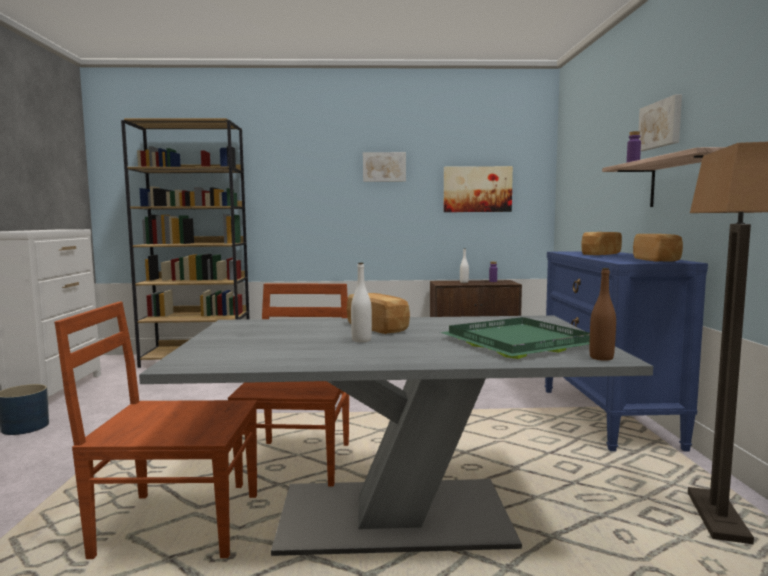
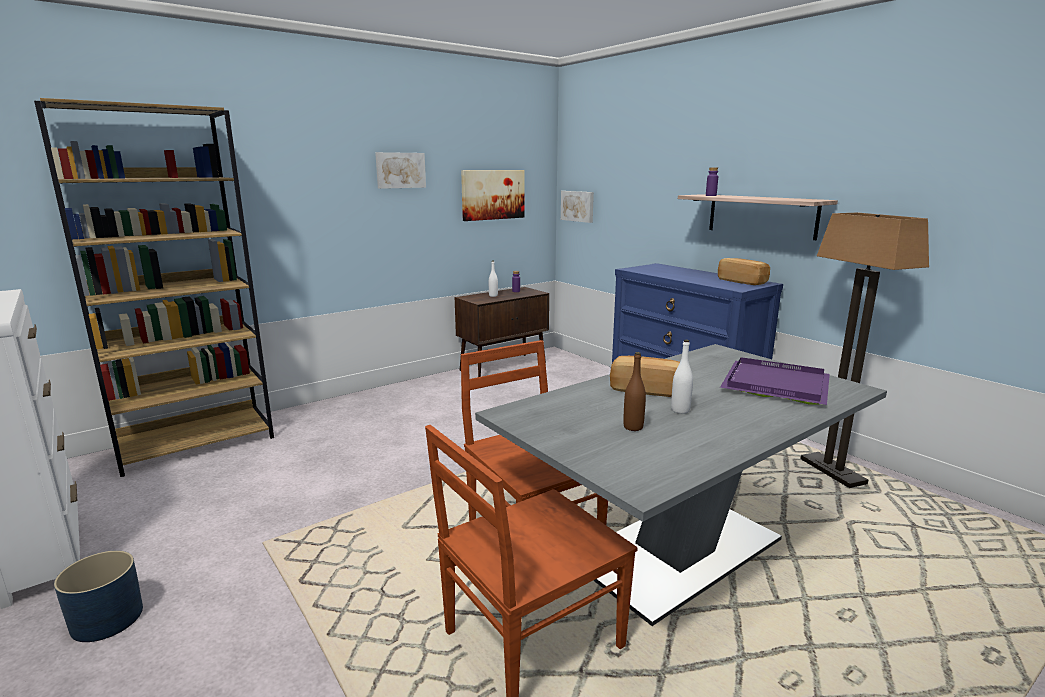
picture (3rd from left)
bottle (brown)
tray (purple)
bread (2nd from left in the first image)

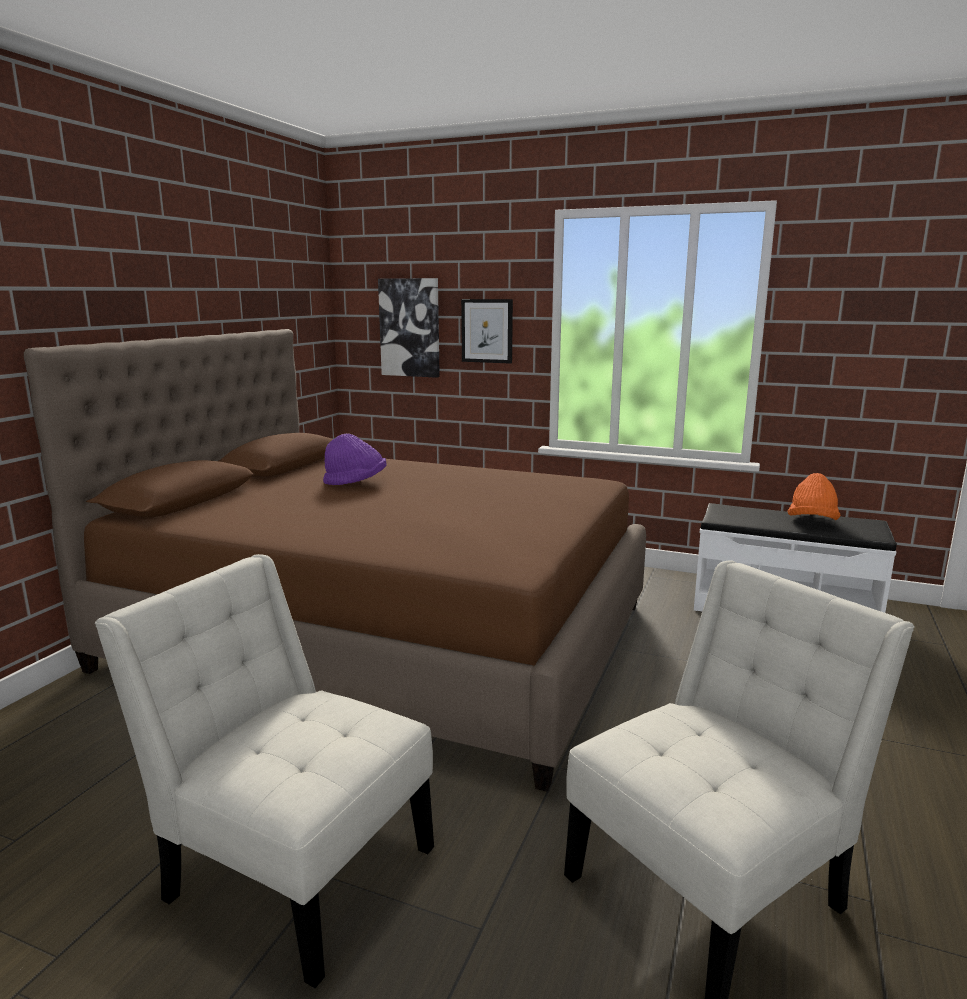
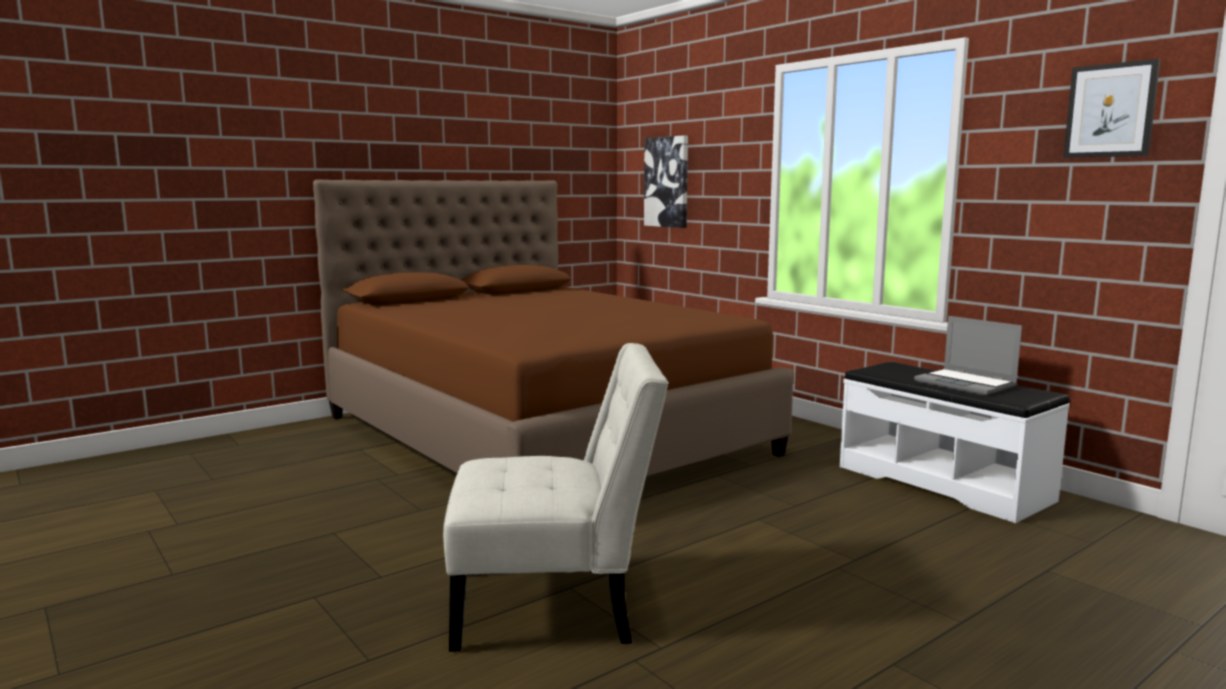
laptop
picture (2nd from left)
chair (white) (1st from left in the first image)
hat (purple)

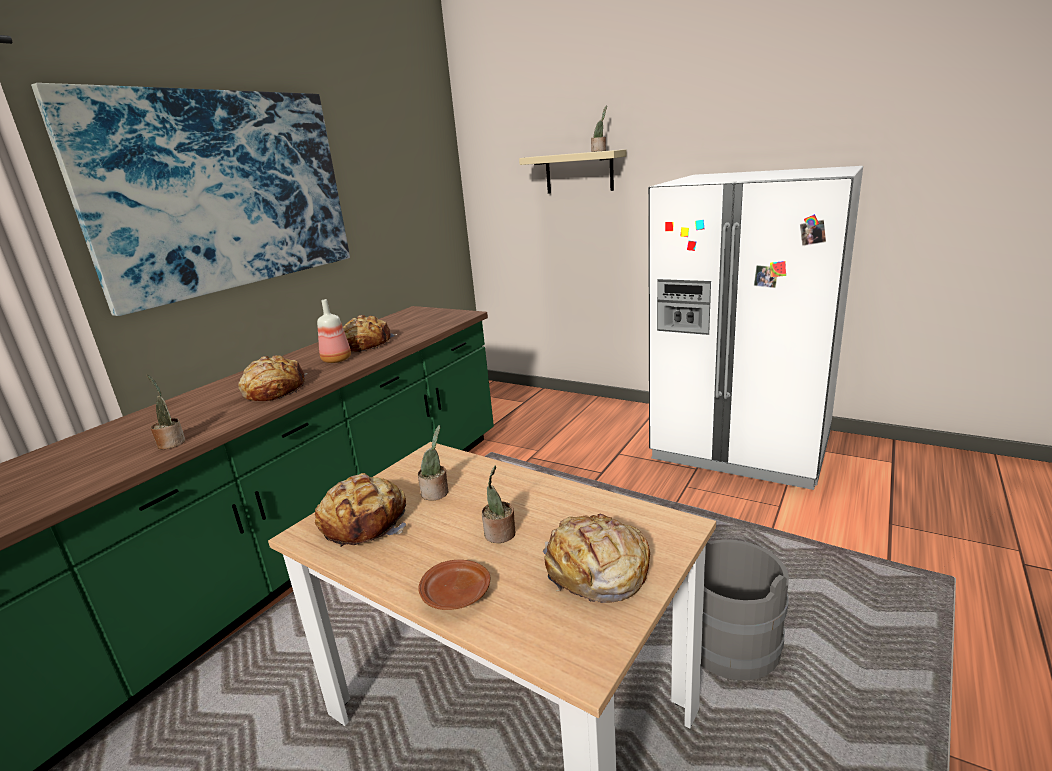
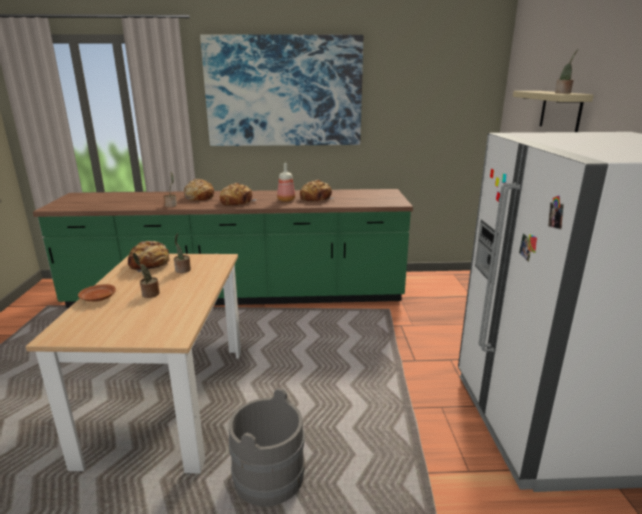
bread (2nd from left)

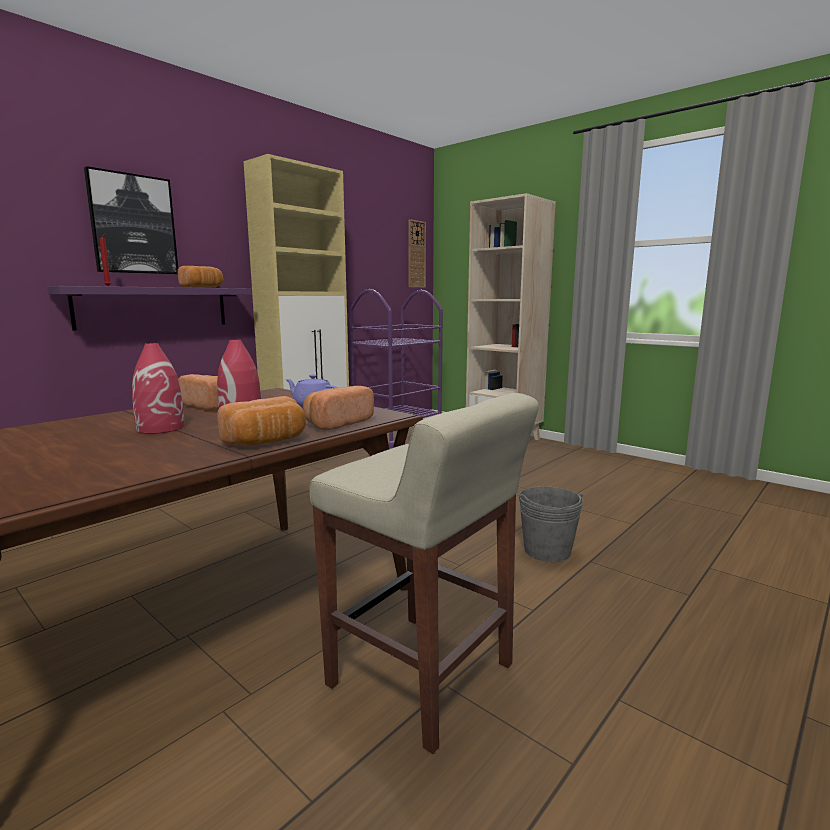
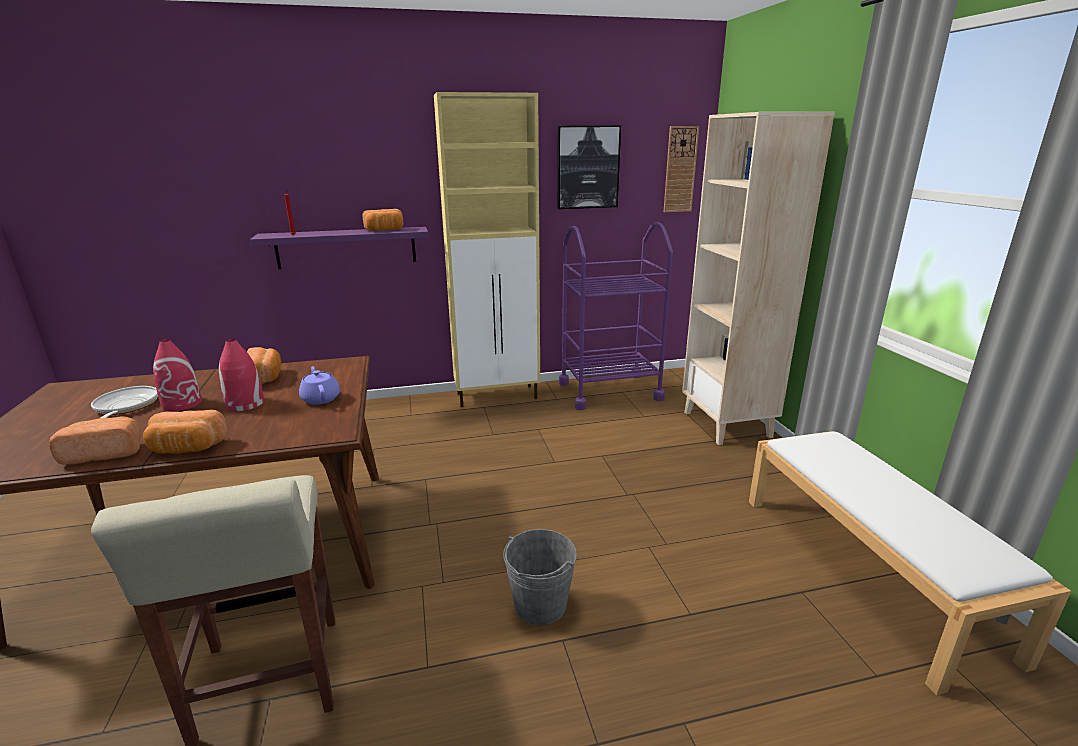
bread (1st from left)
frying pan
picture
bench (white)

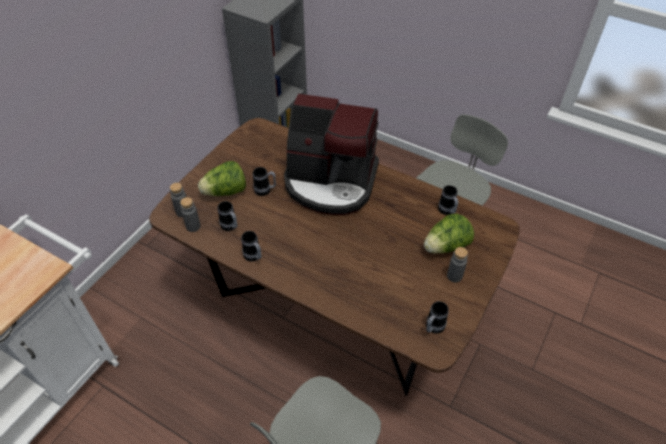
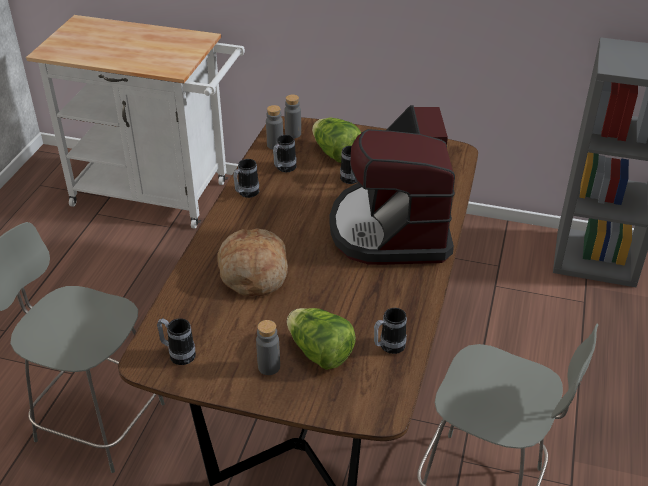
bread

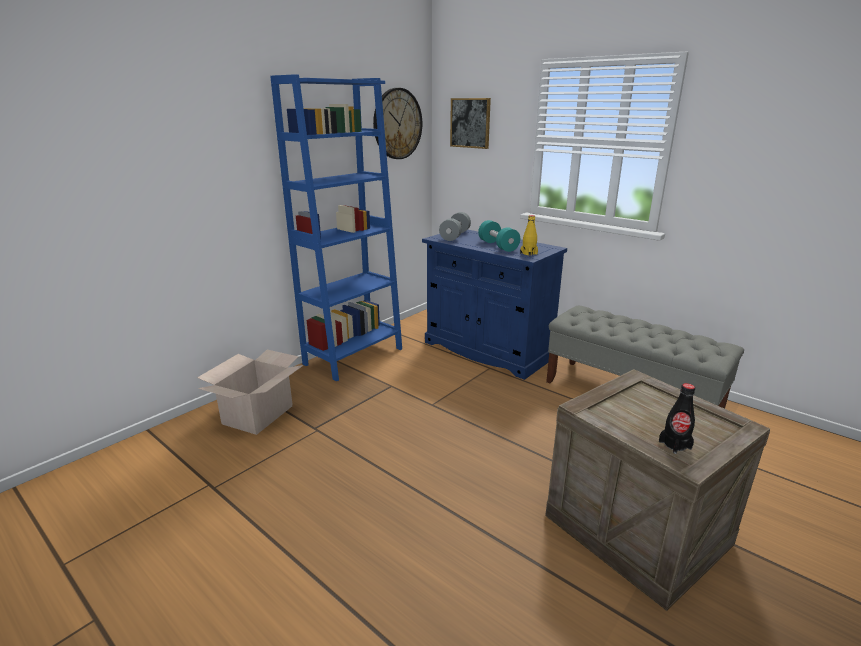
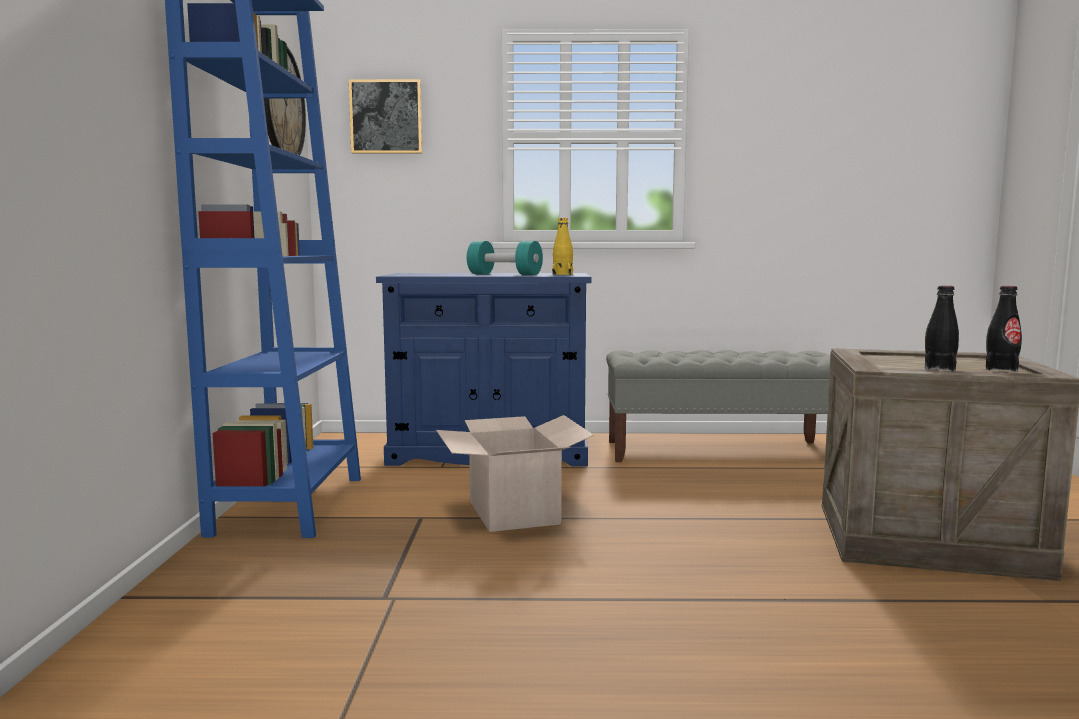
cardboard box
bottle (black) (1st from left)
dumbbell (grey)

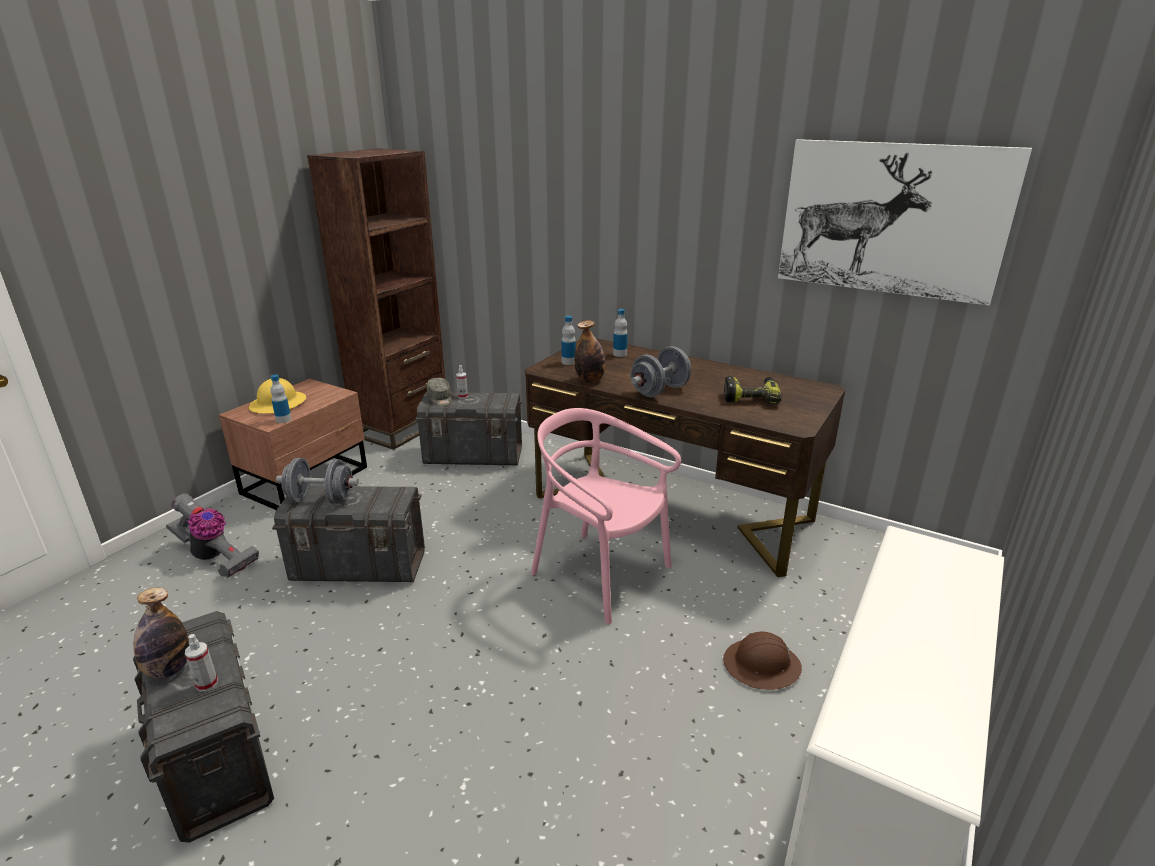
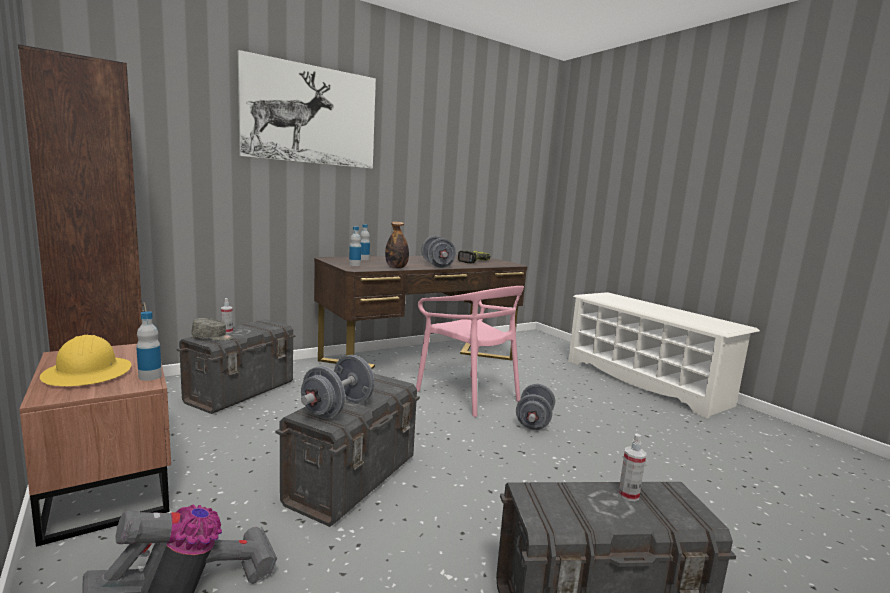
picture
chair (pink)
dumbbell (grey) (3rd from left)
bottle (1st from left in the first image)
hard hat (brown)

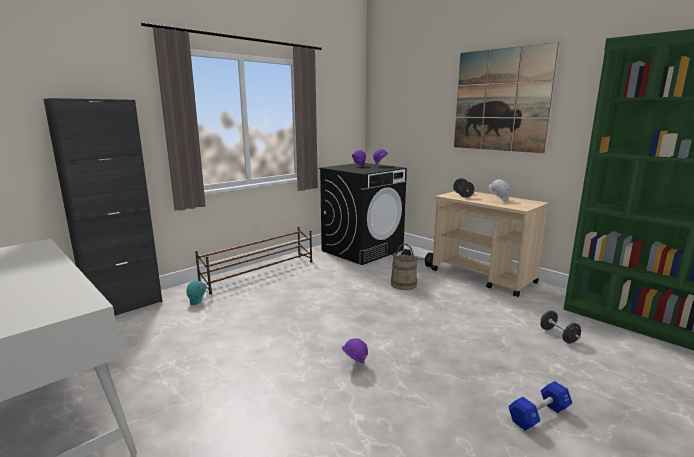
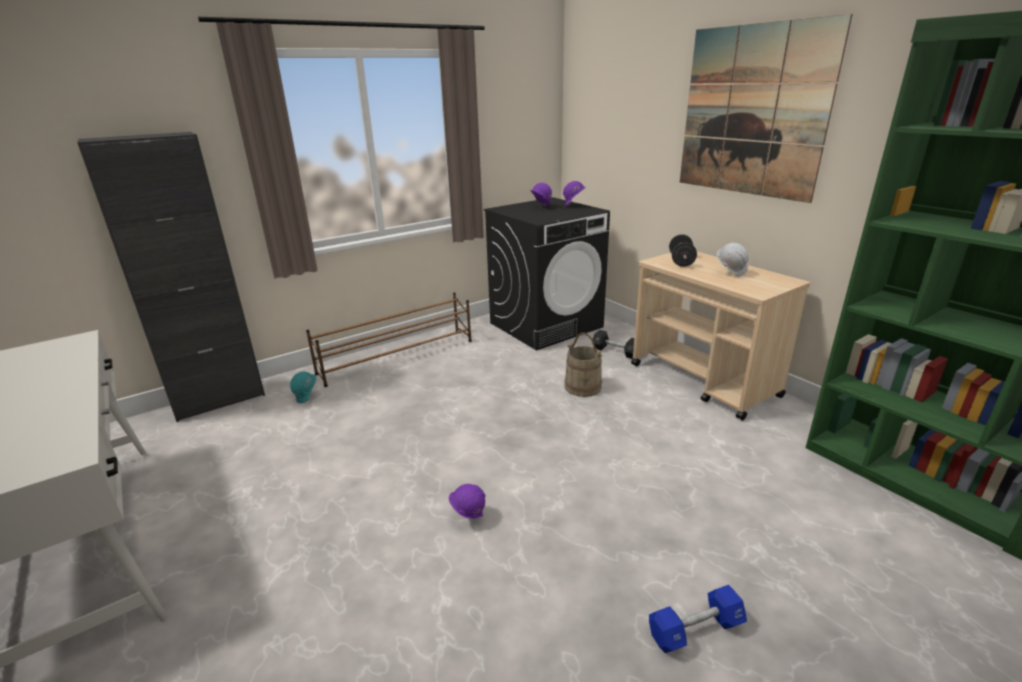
dumbbell (black) (3rd from left in the first image)

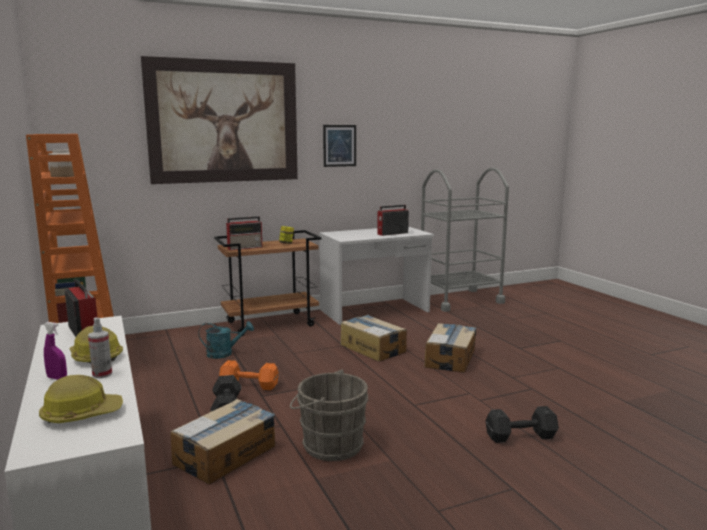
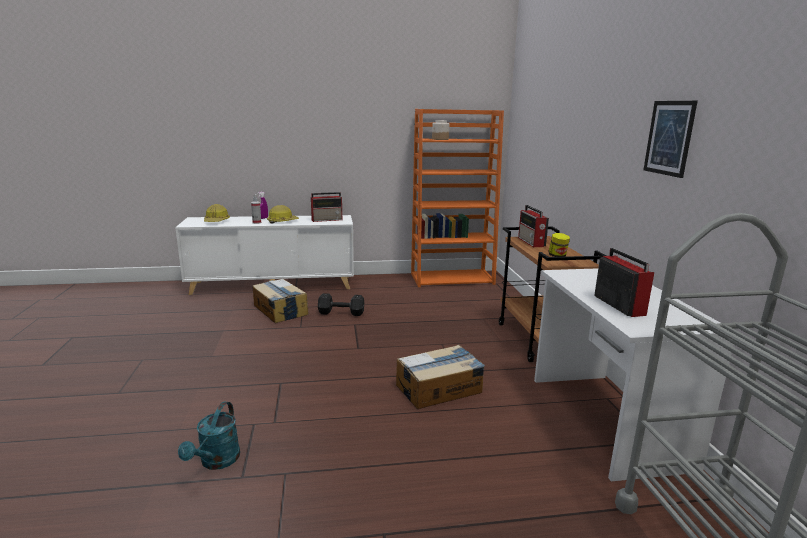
watering can (turquoise)
picture (1st from left in the first image)
dumbbell (orange)
bucket (grey)
cardboard box (3rd from left in the first image)
dumbbell (black) (2nd from left in the first image)

